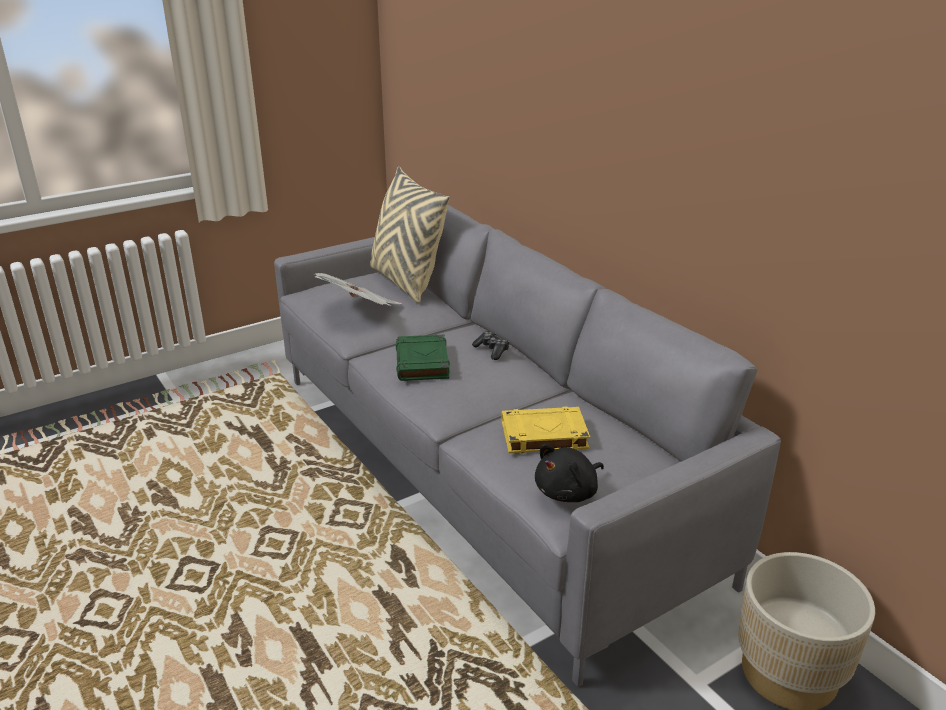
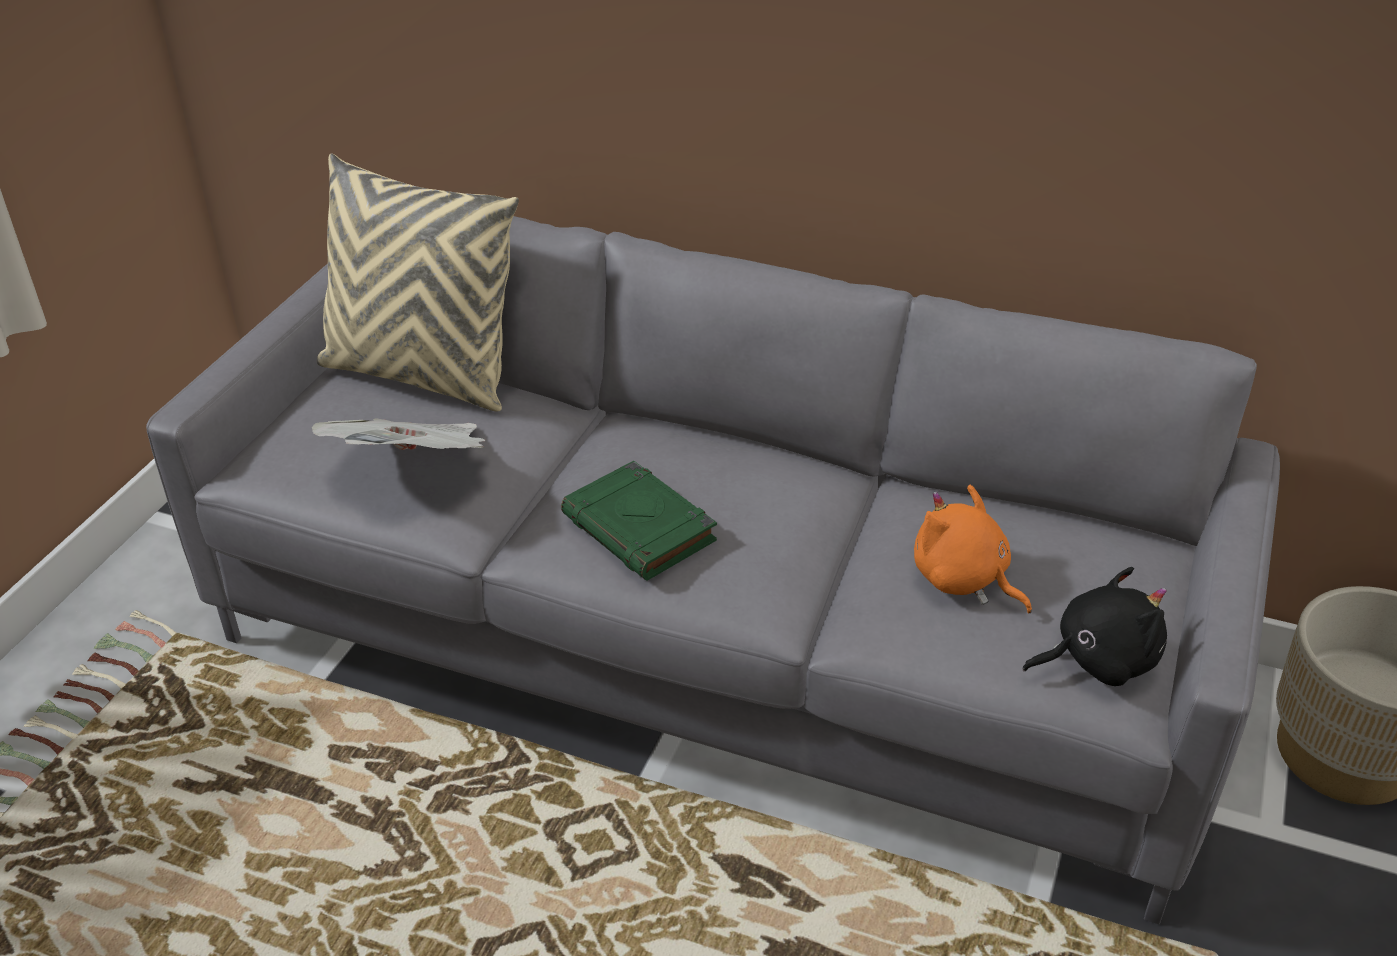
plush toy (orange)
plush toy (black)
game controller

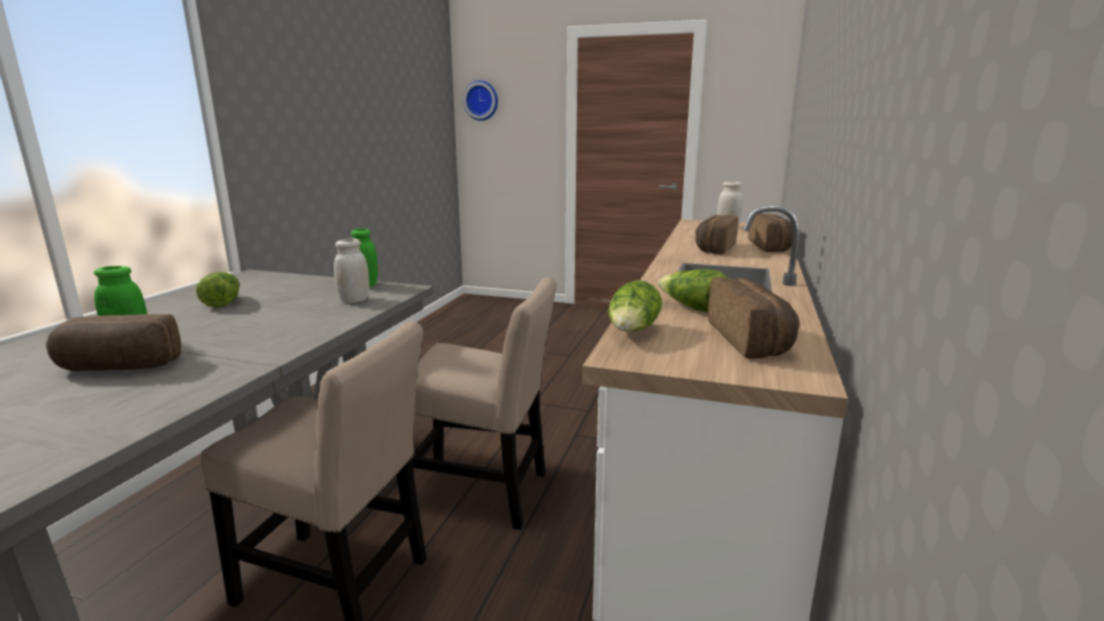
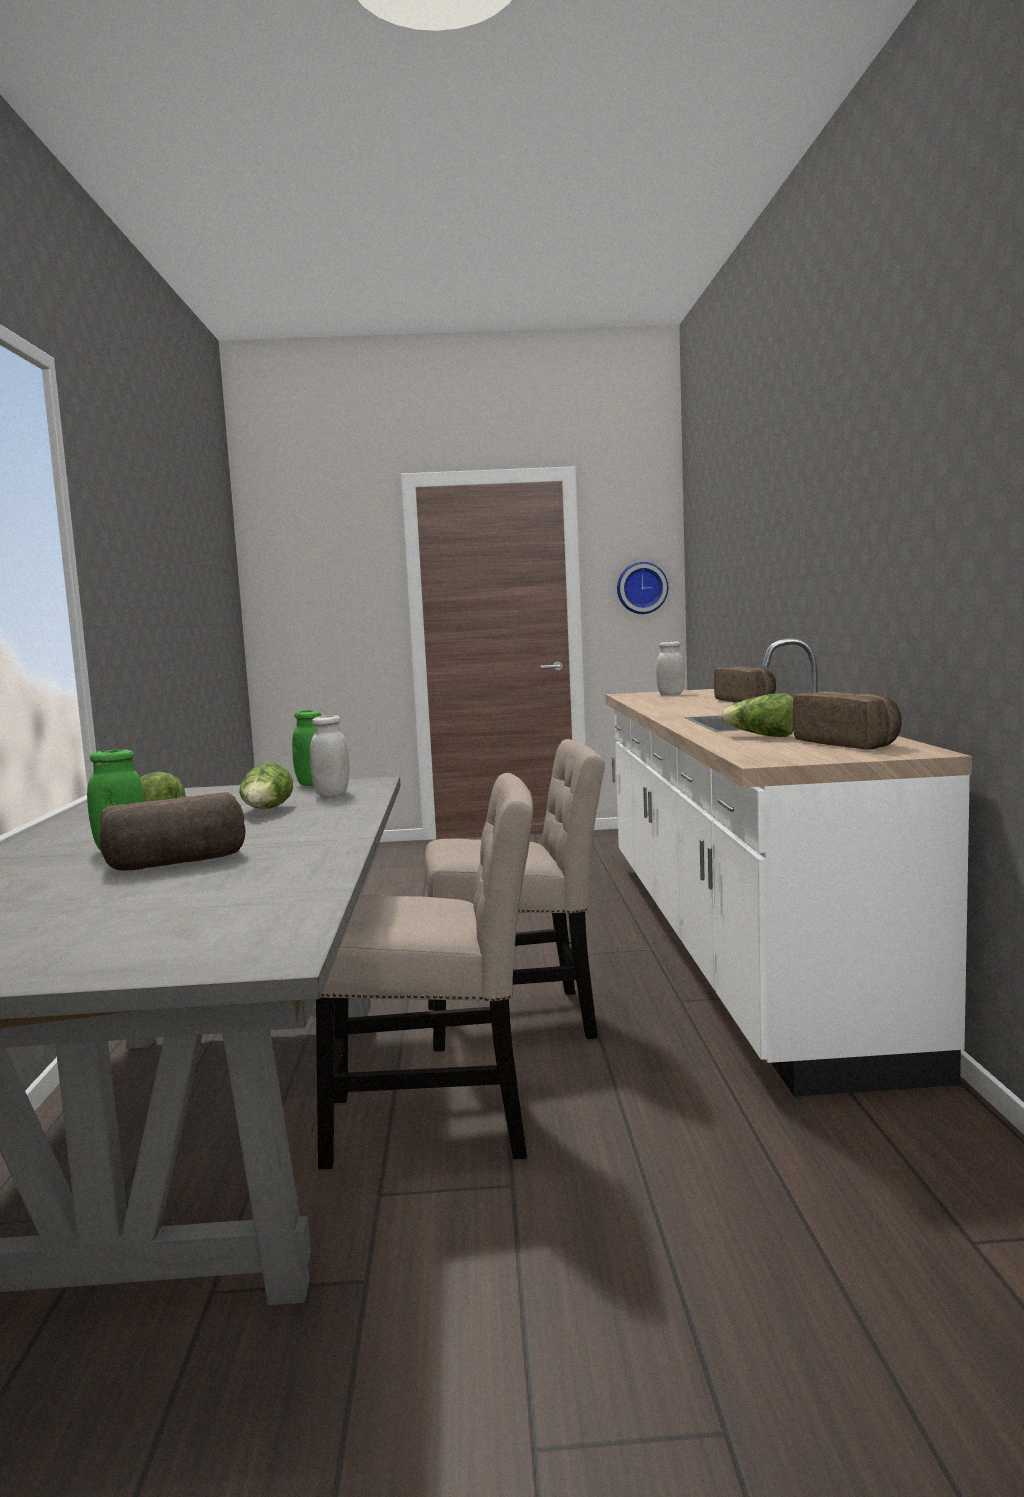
lettuce (2nd from left)
wall clock
bread (2nd from left in the first image)

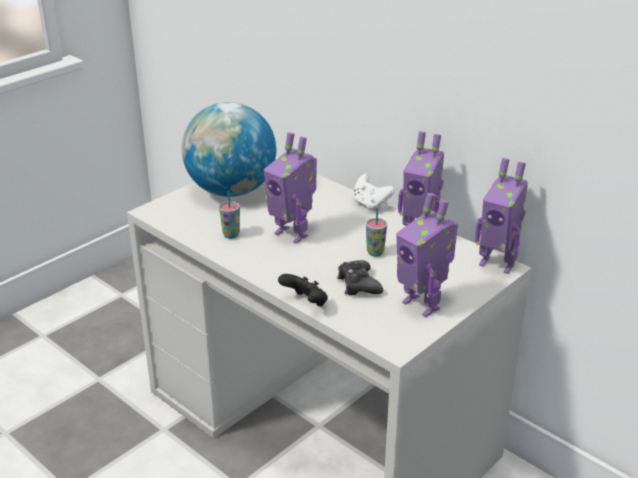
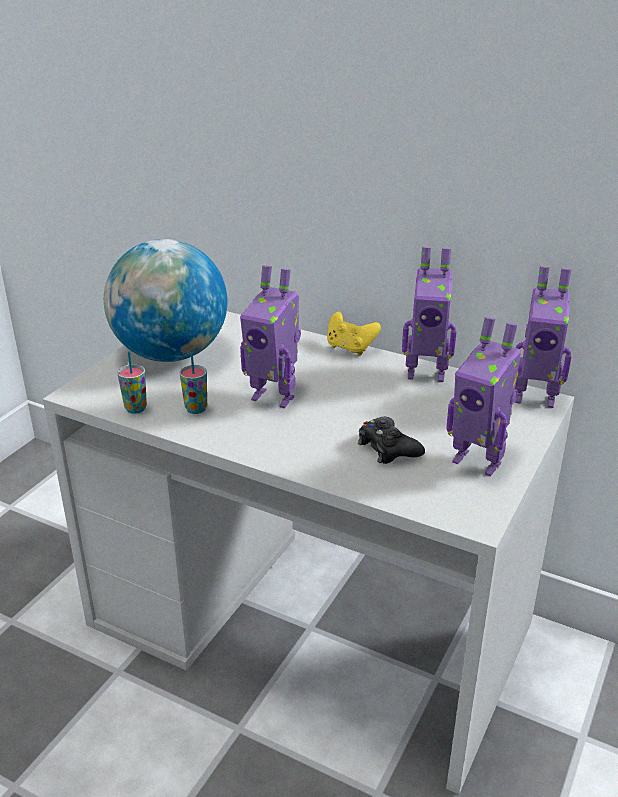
cup (1st from left)
game controller (yellow)
game controller (black) (1st from left in the first image)

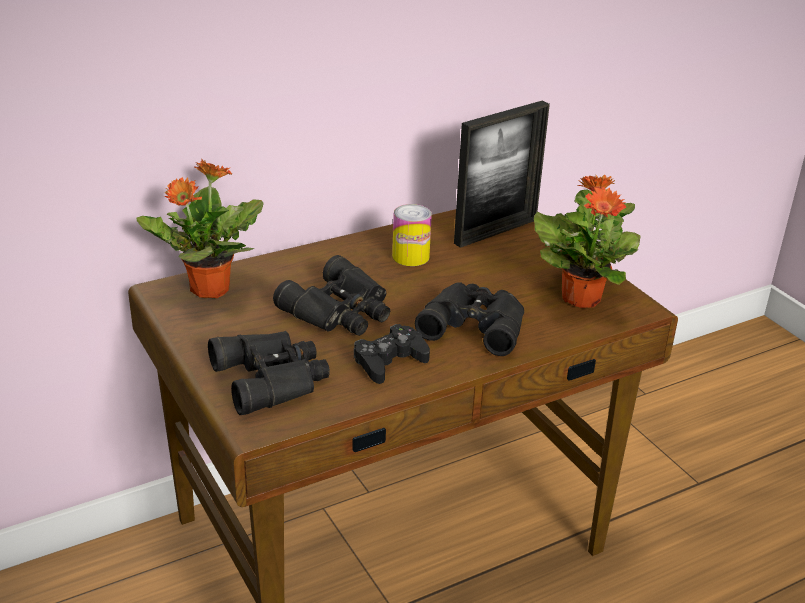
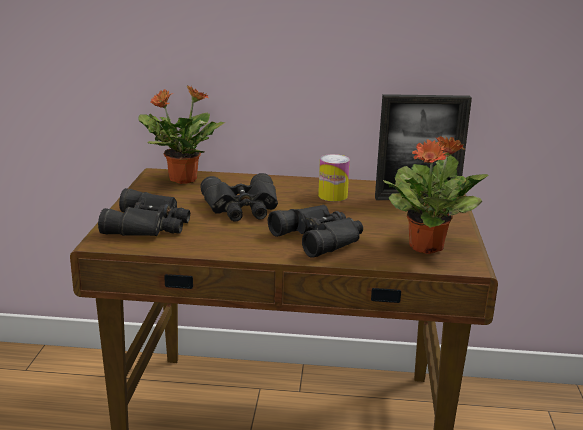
game controller (black)

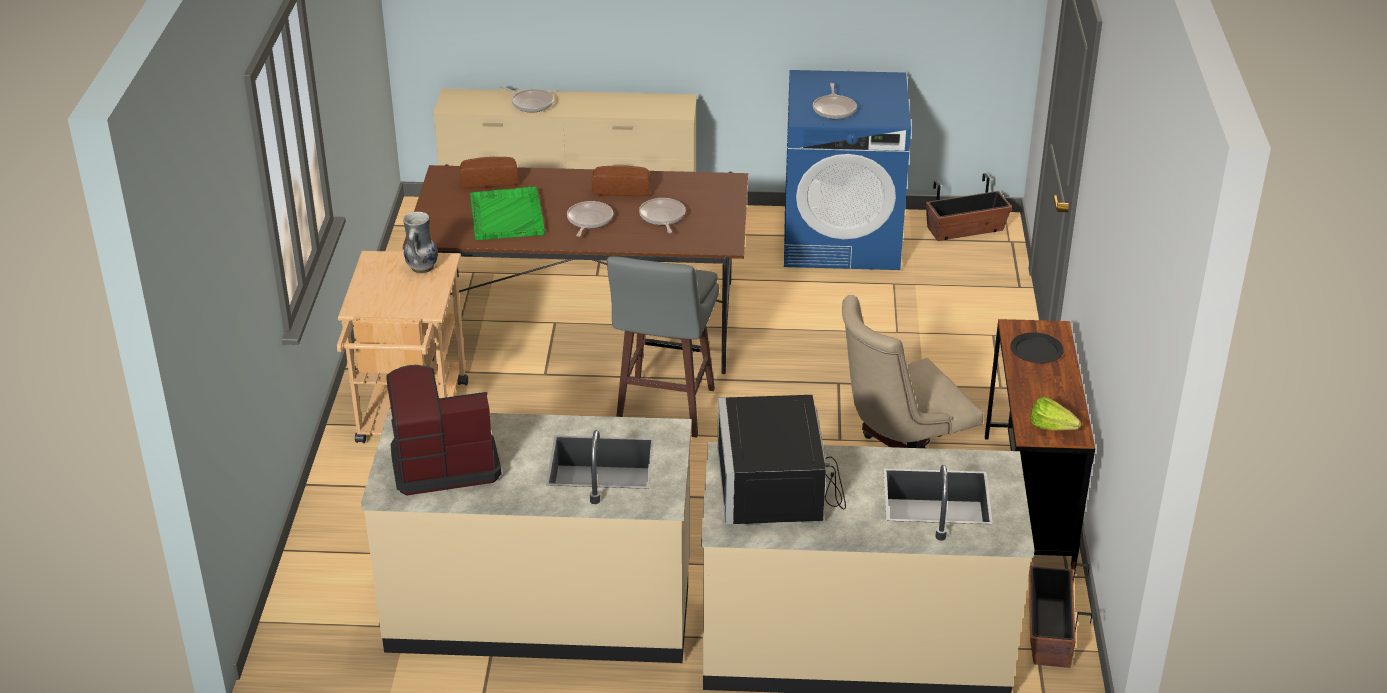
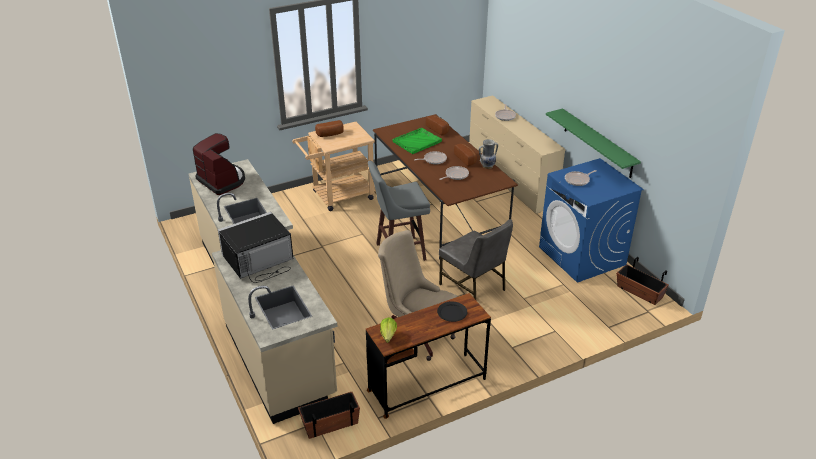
bread (1st from left)
chair (grey)
vase
shelf (green)

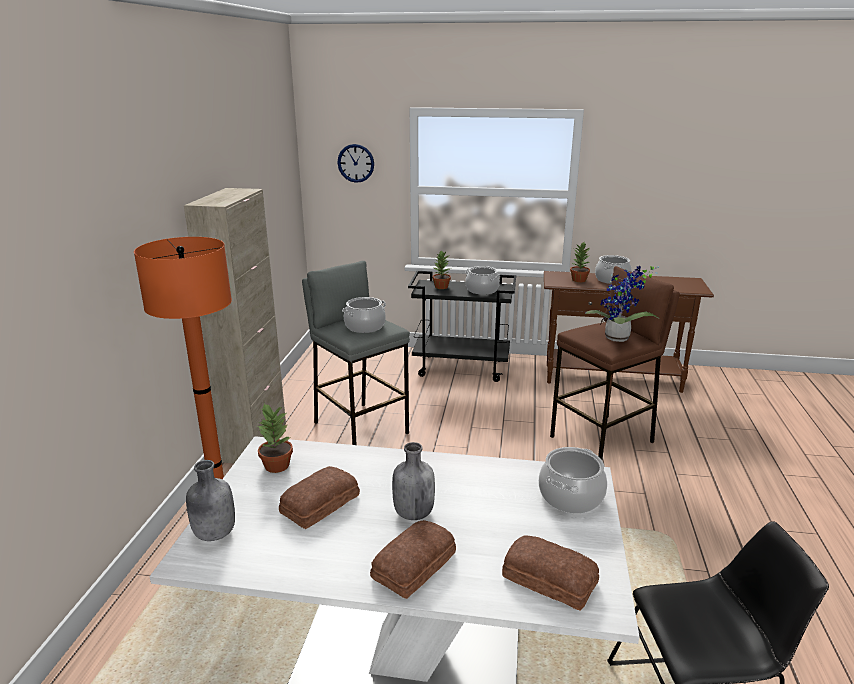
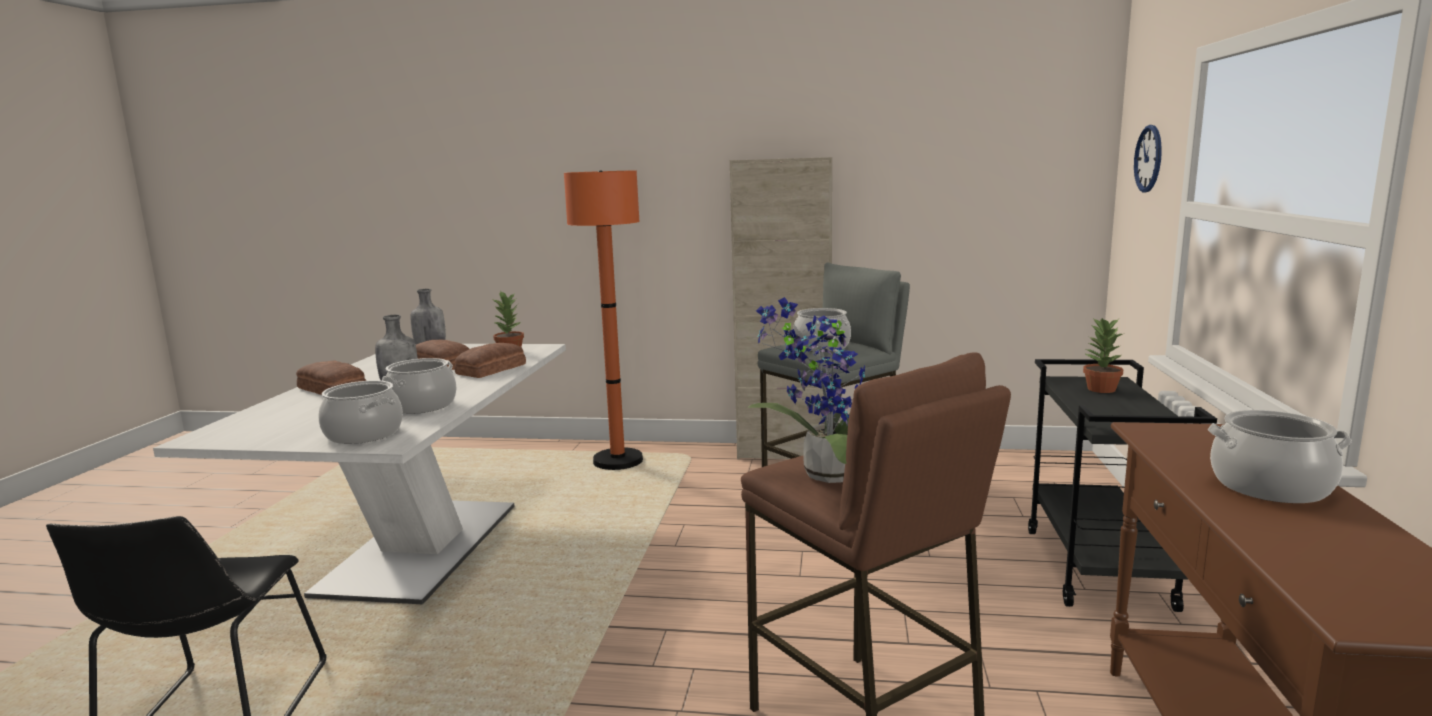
cooking pot (2nd from left)
bread (3rd from left)
potted plant (3rd from left in the first image)

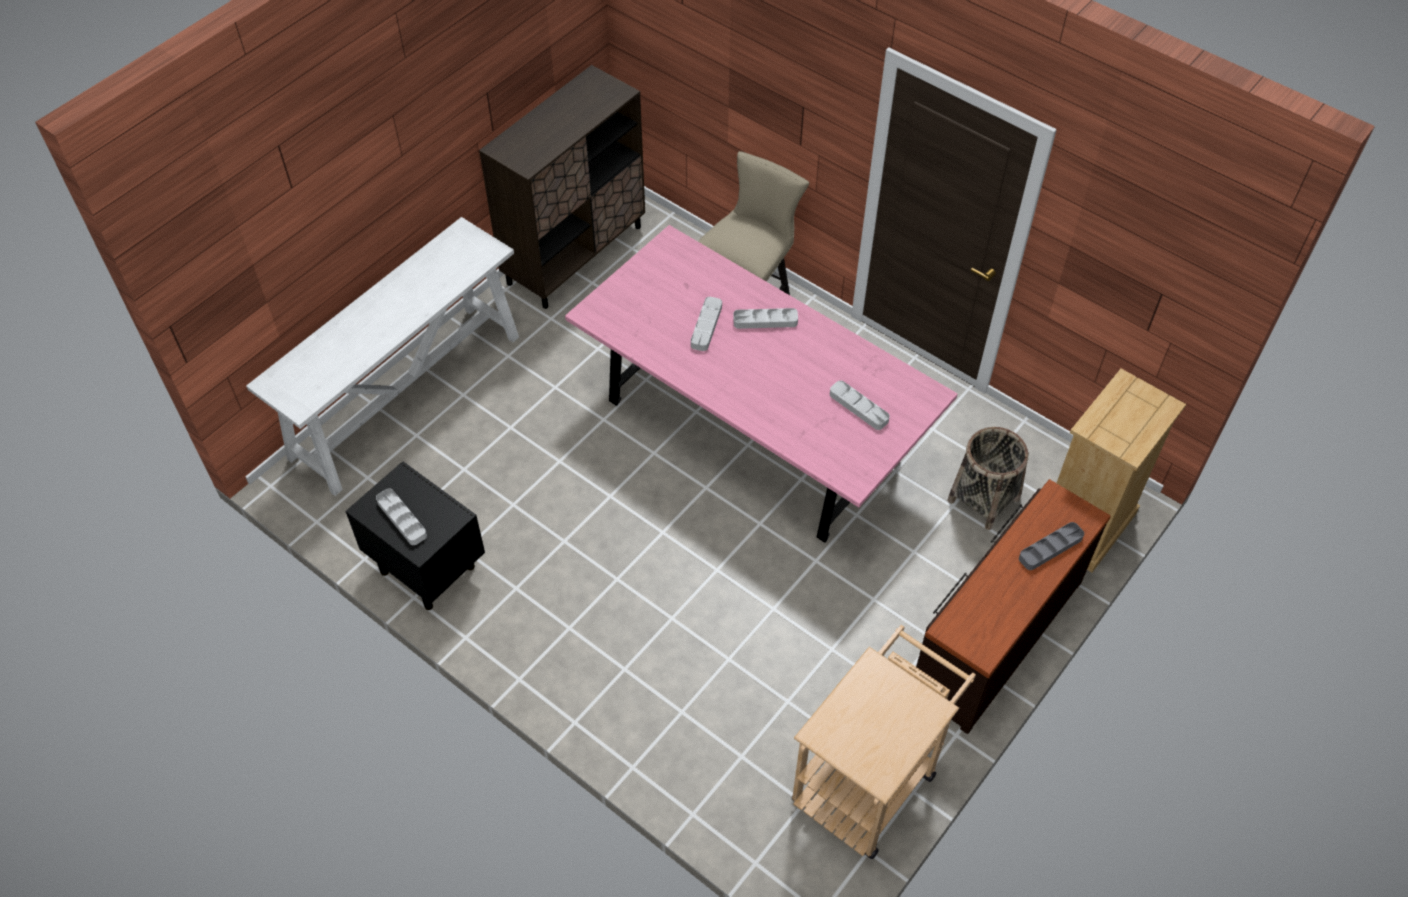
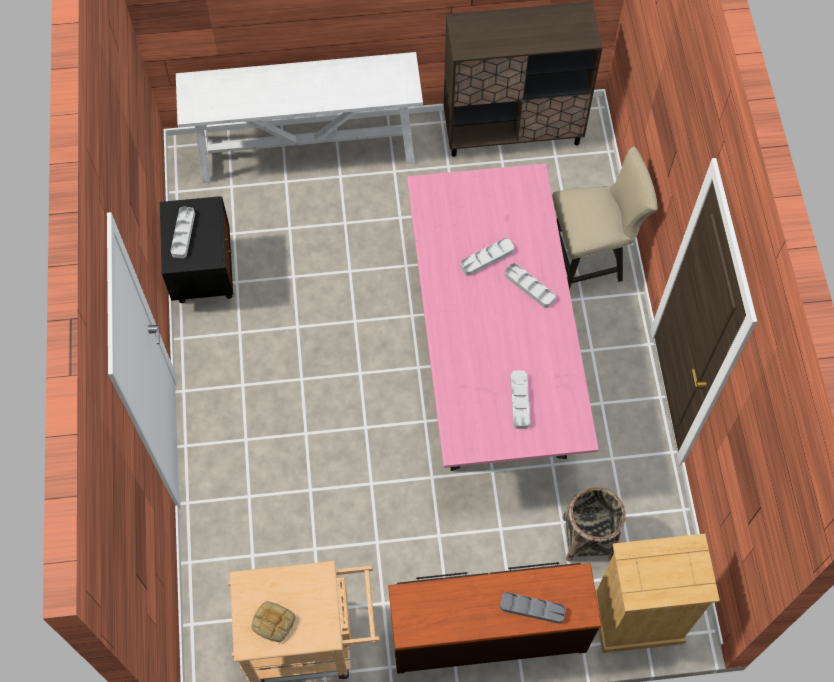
bread

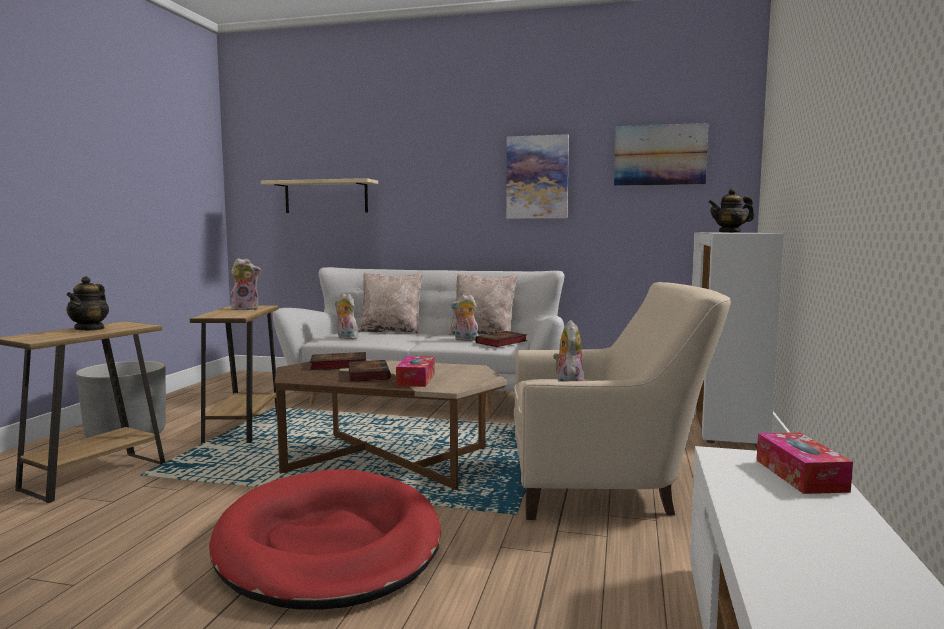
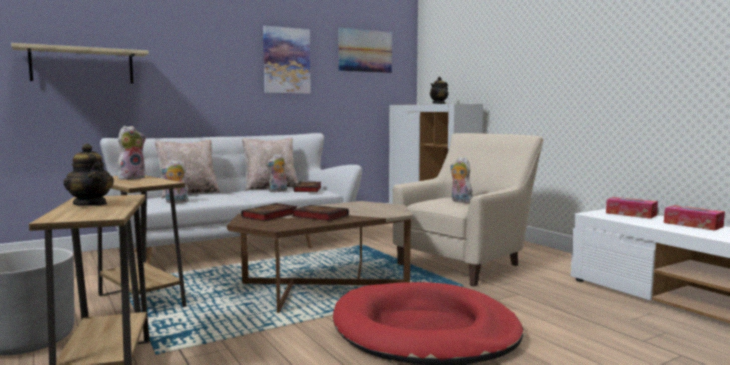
tissue box (2nd from left)

